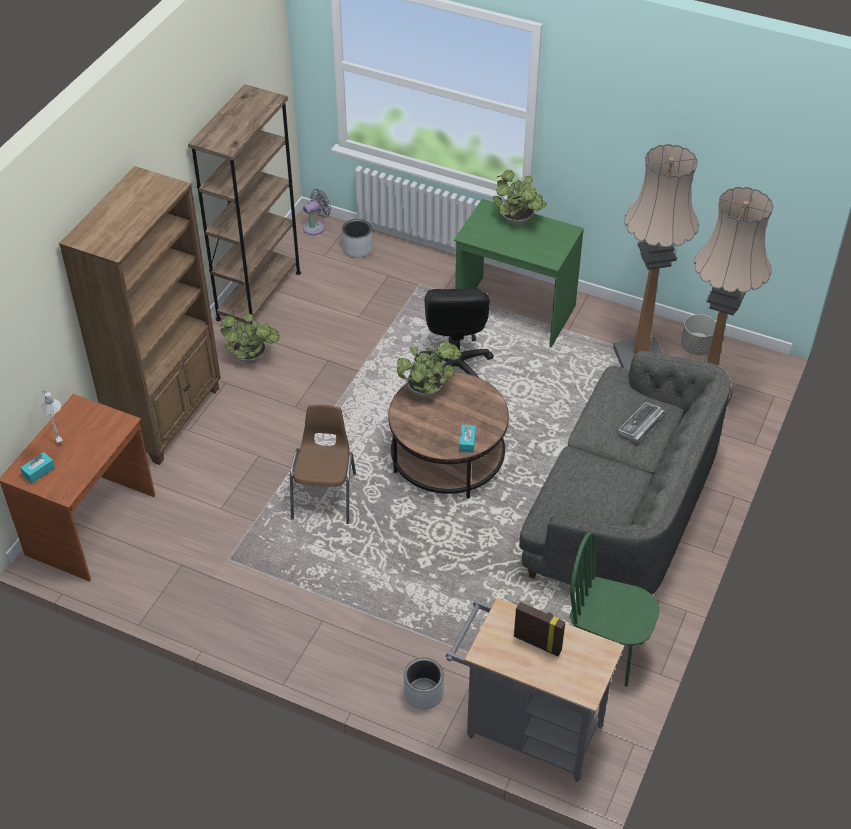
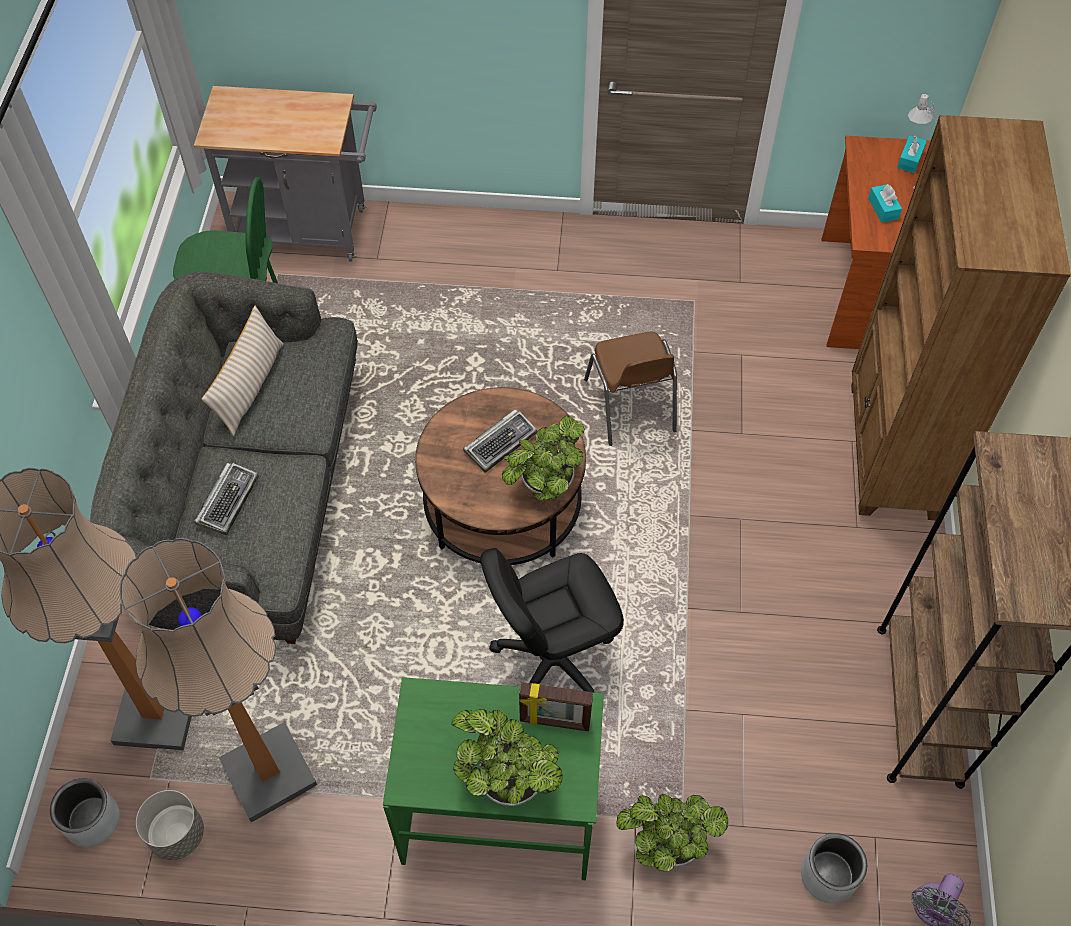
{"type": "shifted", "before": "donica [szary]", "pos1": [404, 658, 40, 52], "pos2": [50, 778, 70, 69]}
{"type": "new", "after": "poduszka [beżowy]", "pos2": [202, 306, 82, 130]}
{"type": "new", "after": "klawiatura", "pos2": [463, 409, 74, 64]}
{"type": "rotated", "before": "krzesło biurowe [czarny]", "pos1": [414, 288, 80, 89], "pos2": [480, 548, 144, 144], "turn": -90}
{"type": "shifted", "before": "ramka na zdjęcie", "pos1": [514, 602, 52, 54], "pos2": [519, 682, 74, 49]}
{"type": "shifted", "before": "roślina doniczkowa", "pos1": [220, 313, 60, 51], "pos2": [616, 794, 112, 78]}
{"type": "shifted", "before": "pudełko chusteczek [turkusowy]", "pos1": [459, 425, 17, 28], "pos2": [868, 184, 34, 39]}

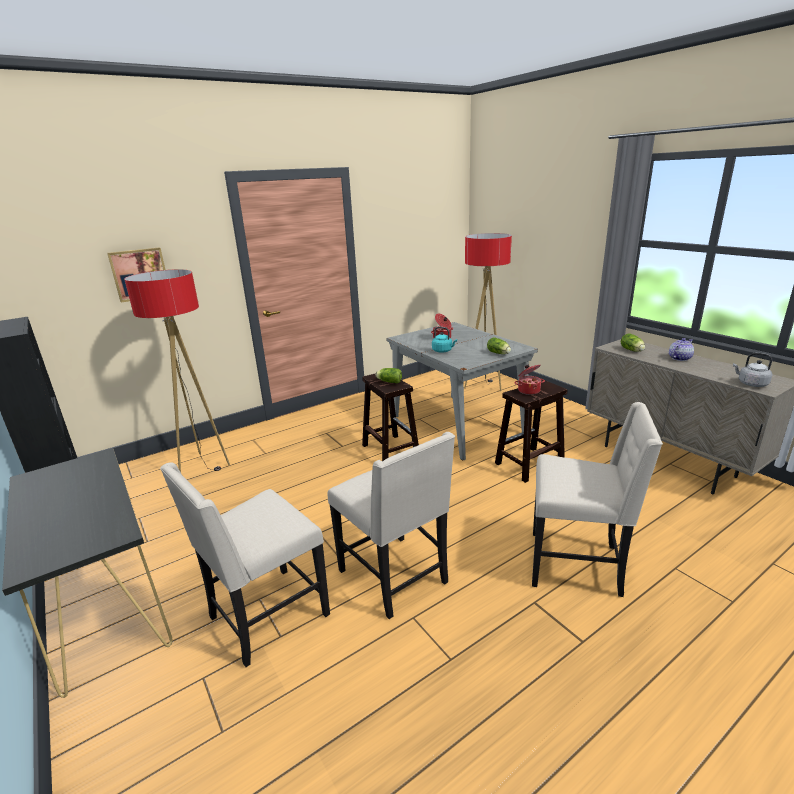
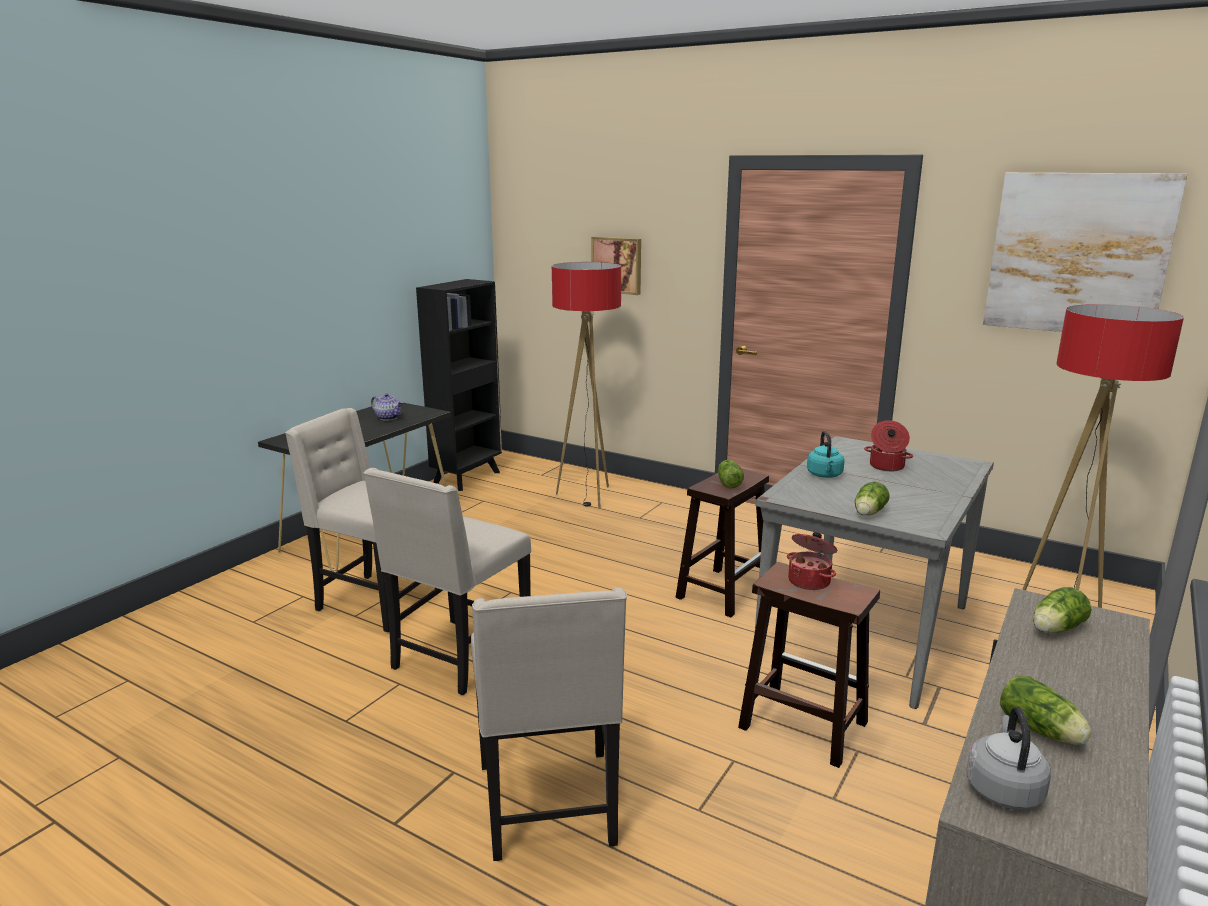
{"type": "shifted", "before": "imbryk", "pos1": [669, 338, 25, 23], "pos2": [371, 393, 33, 28]}
{"type": "new", "after": "obraz", "pos2": [983, 173, 205, 159]}
{"type": "new", "after": "sałata", "pos2": [1000, 675, 92, 70]}

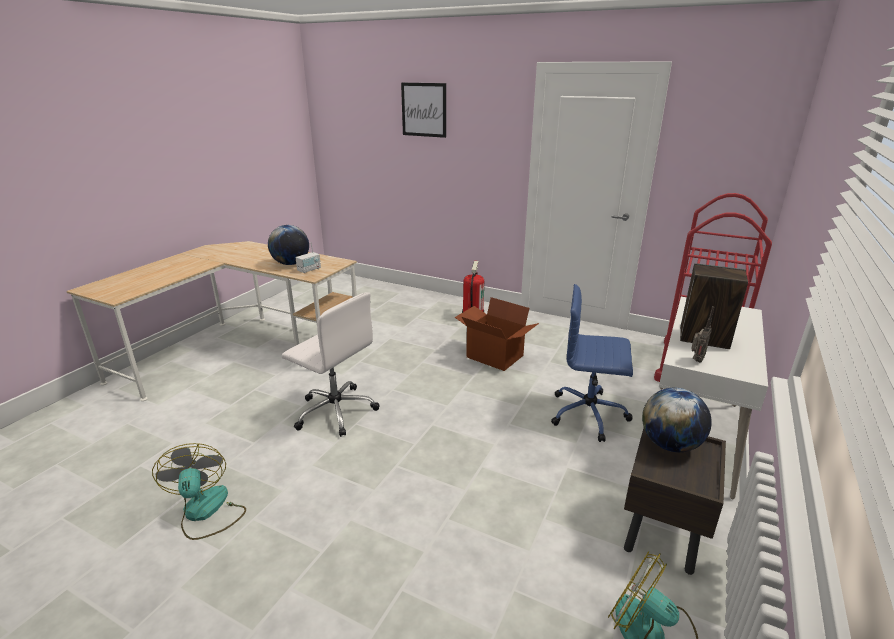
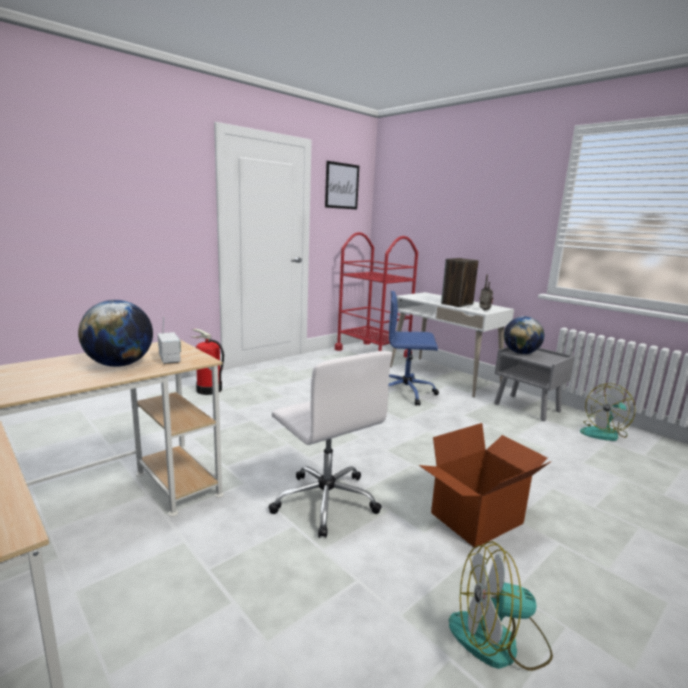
{"type": "rotated", "before": "krzesło biurowe [biały]", "pos1": [282, 292, 97, 145], "pos2": [268, 351, 124, 187], "turn": 90}
{"type": "shifted", "before": "obraz", "pos1": [401, 83, 45, 55], "pos2": [325, 161, 34, 48]}
{"type": "rotated", "before": "krzesło biurowe [niebieski]", "pos1": [551, 284, 82, 158], "pos2": [389, 291, 50, 115], "turn": 60}
{"type": "shifted", "before": "karton", "pos1": [455, 297, 84, 74], "pos2": [419, 423, 132, 125]}
{"type": "repainted", "before": "szafka nocna [brązowy]", "after": "szafka nocna [szary]", "pos1": [624, 428, 102, 147], "pos2": [494, 347, 81, 74]}

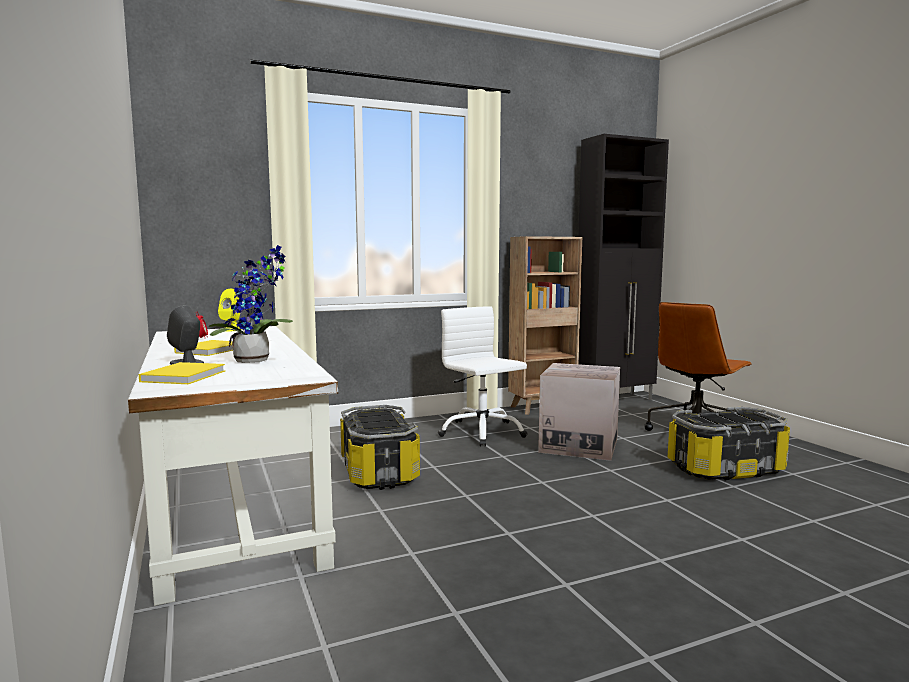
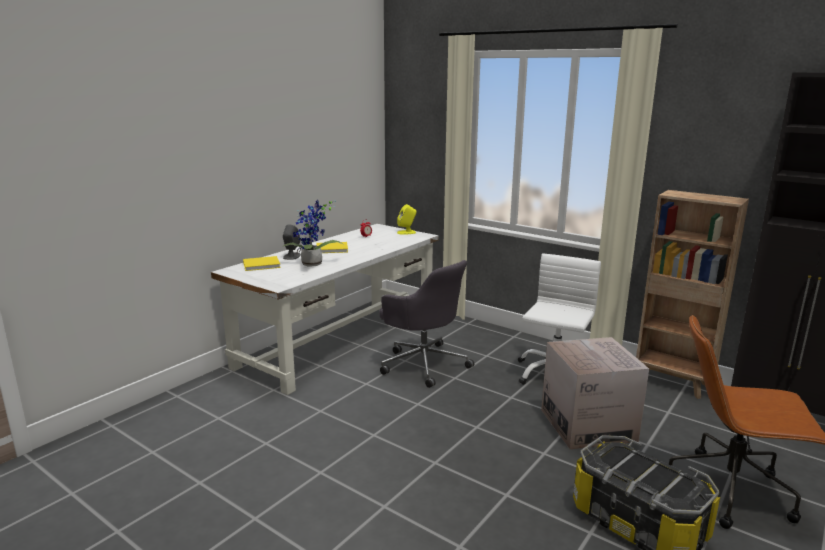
{"type": "swapped", "before": "pojemnik do przechowywania", "after": "krzesło biurowe [szary]", "pos1": [340, 405, 80, 85], "pos2": [379, 260, 95, 128]}

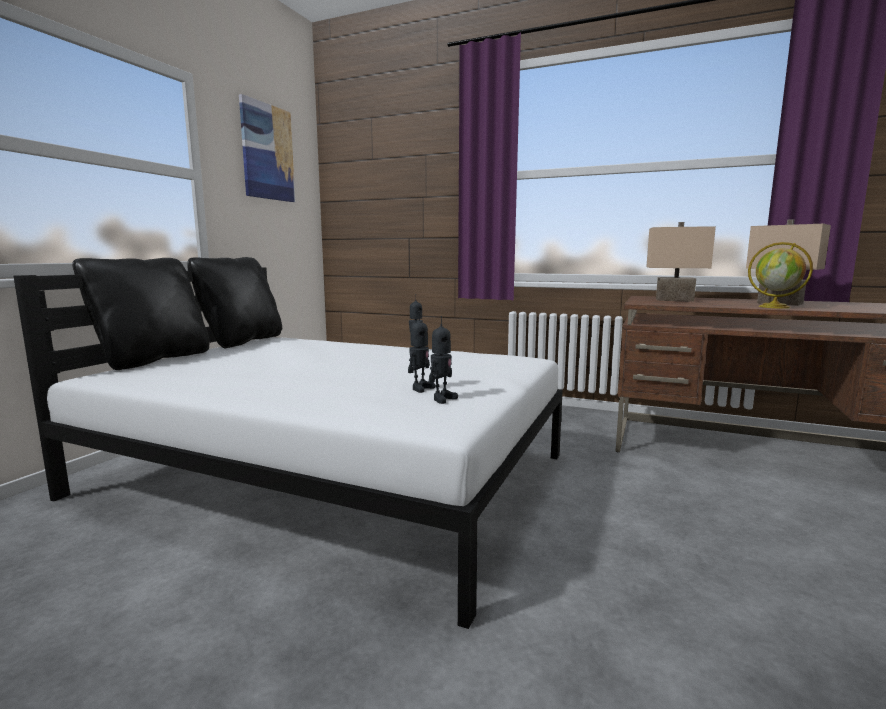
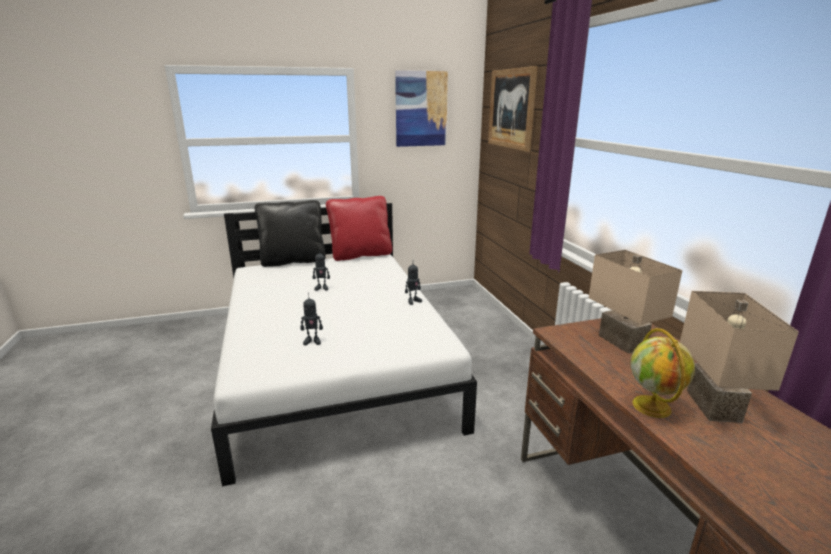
{"type": "shifted", "before": "robot zabawkowy", "pos1": [429, 316, 29, 88], "pos2": [313, 252, 17, 39]}
{"type": "repainted", "before": "poduszka [czarny]", "after": "poduszka [czerwony]", "pos1": [187, 257, 95, 92], "pos2": [326, 196, 66, 65]}
{"type": "new", "after": "obraz", "pos2": [488, 66, 50, 86]}

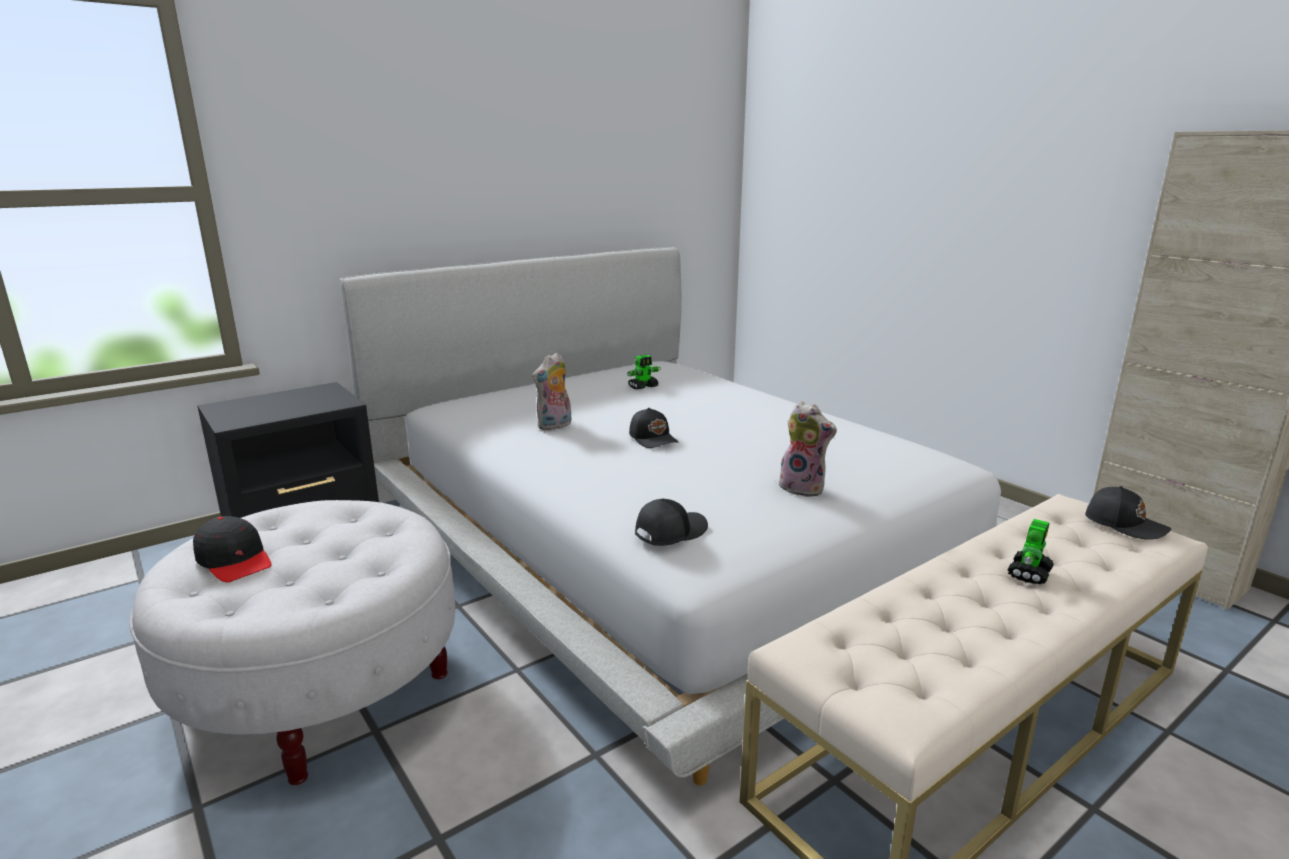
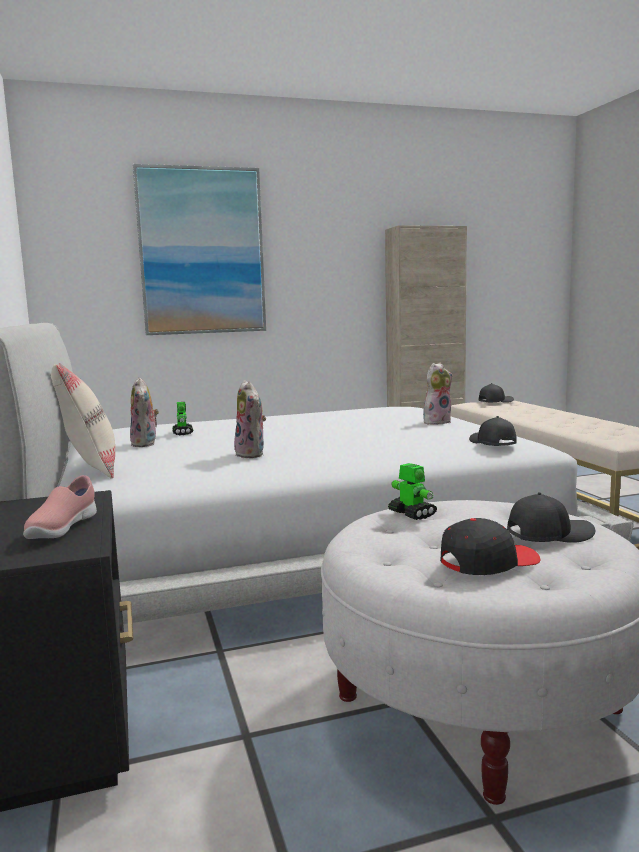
{"type": "new", "after": "but [różowy]", "pos2": [23, 475, 74, 64]}
{"type": "new", "after": "poduszka [beżowy]", "pos2": [51, 363, 64, 116]}
{"type": "new", "after": "pluszak", "pos2": [130, 377, 29, 70]}
{"type": "new", "after": "obraz", "pos2": [133, 164, 133, 171]}
{"type": "shifted", "before": "robot zabawkowy", "pos1": [1008, 519, 46, 65], "pos2": [388, 463, 49, 57]}
{"type": "shifted", "before": "czapka z daszkiem [czarny]", "pos1": [629, 408, 50, 40], "pos2": [507, 492, 88, 51]}

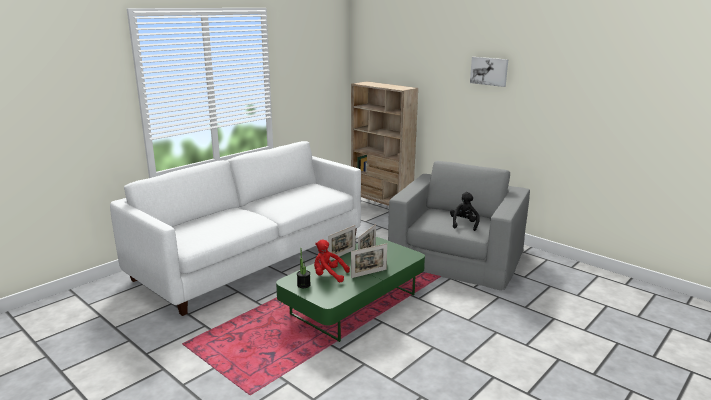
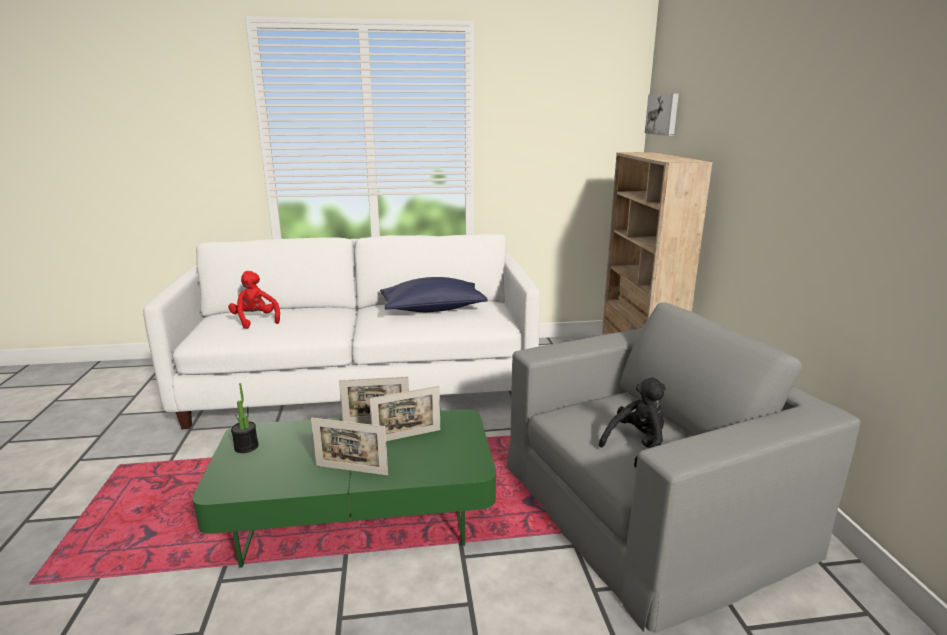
{"type": "shifted", "before": "pluszak [czerwony]", "pos1": [314, 240, 36, 42], "pos2": [228, 271, 52, 58]}
{"type": "new", "after": "poduszka [niebieski]", "pos2": [380, 277, 108, 35]}
{"type": "shifted", "before": "obraz", "pos1": [470, 57, 38, 30], "pos2": [645, 93, 34, 43]}

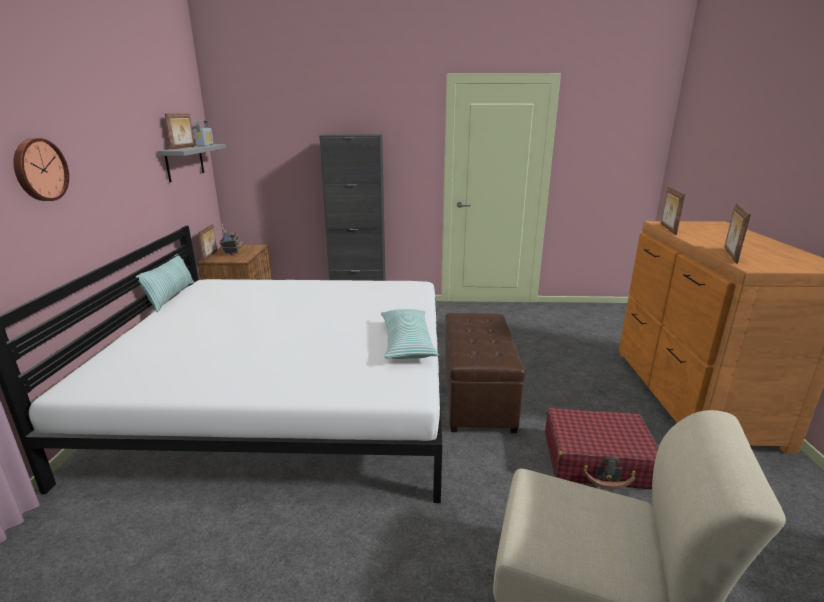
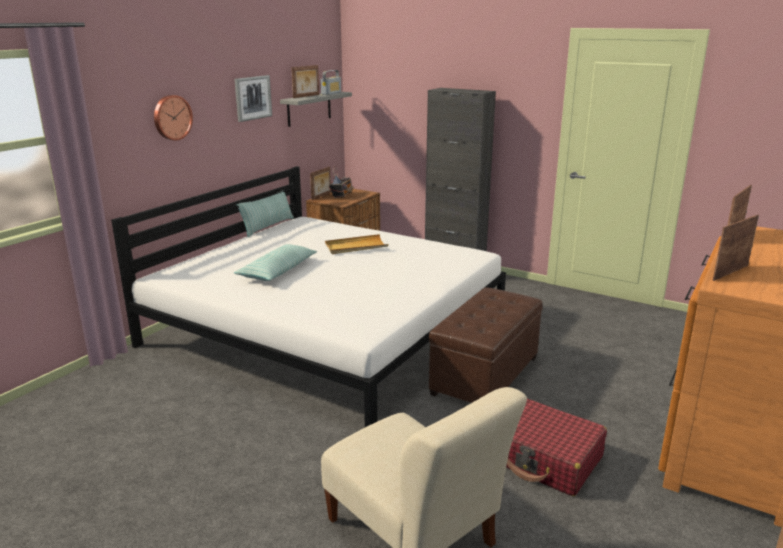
{"type": "new", "after": "obraz", "pos2": [234, 75, 38, 47]}
{"type": "shifted", "before": "poduszka", "pos1": [381, 309, 58, 50], "pos2": [234, 244, 83, 37]}
{"type": "new", "after": "taca [beżowy]", "pos2": [325, 234, 63, 20]}

